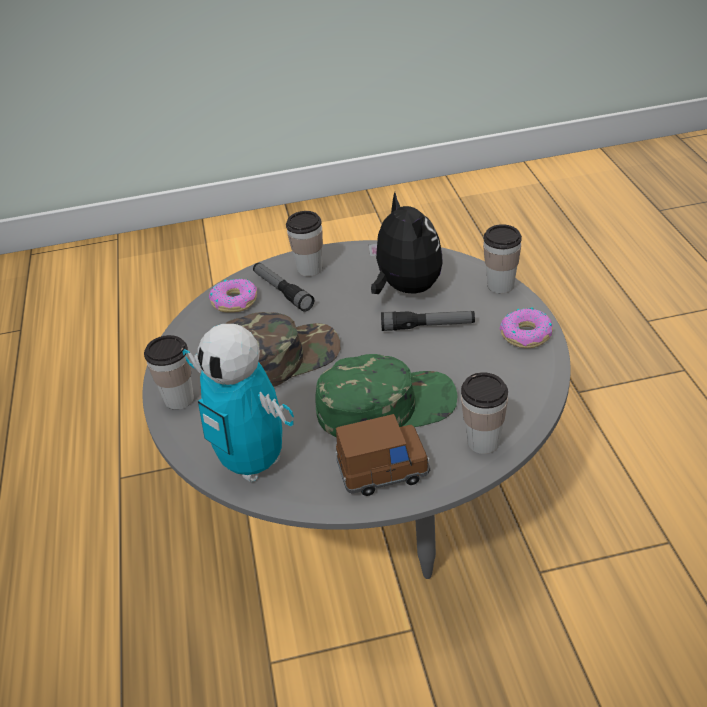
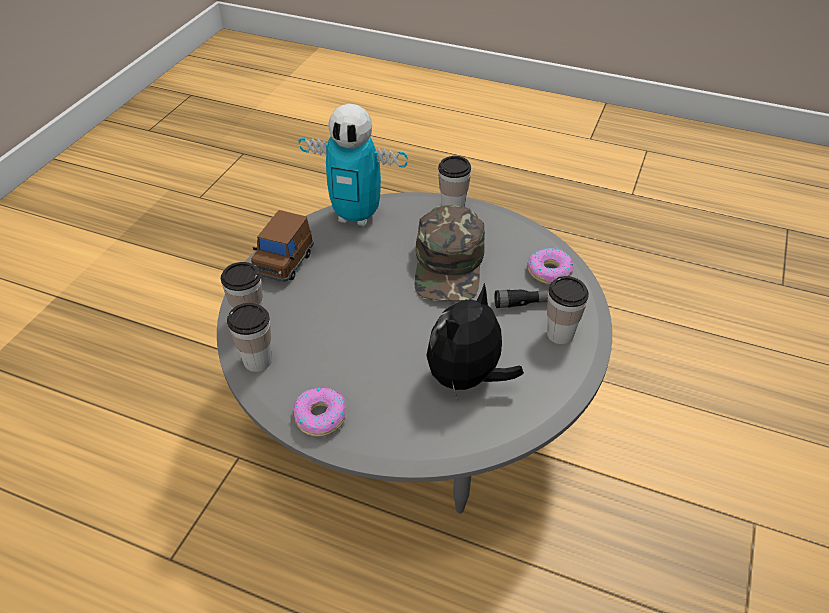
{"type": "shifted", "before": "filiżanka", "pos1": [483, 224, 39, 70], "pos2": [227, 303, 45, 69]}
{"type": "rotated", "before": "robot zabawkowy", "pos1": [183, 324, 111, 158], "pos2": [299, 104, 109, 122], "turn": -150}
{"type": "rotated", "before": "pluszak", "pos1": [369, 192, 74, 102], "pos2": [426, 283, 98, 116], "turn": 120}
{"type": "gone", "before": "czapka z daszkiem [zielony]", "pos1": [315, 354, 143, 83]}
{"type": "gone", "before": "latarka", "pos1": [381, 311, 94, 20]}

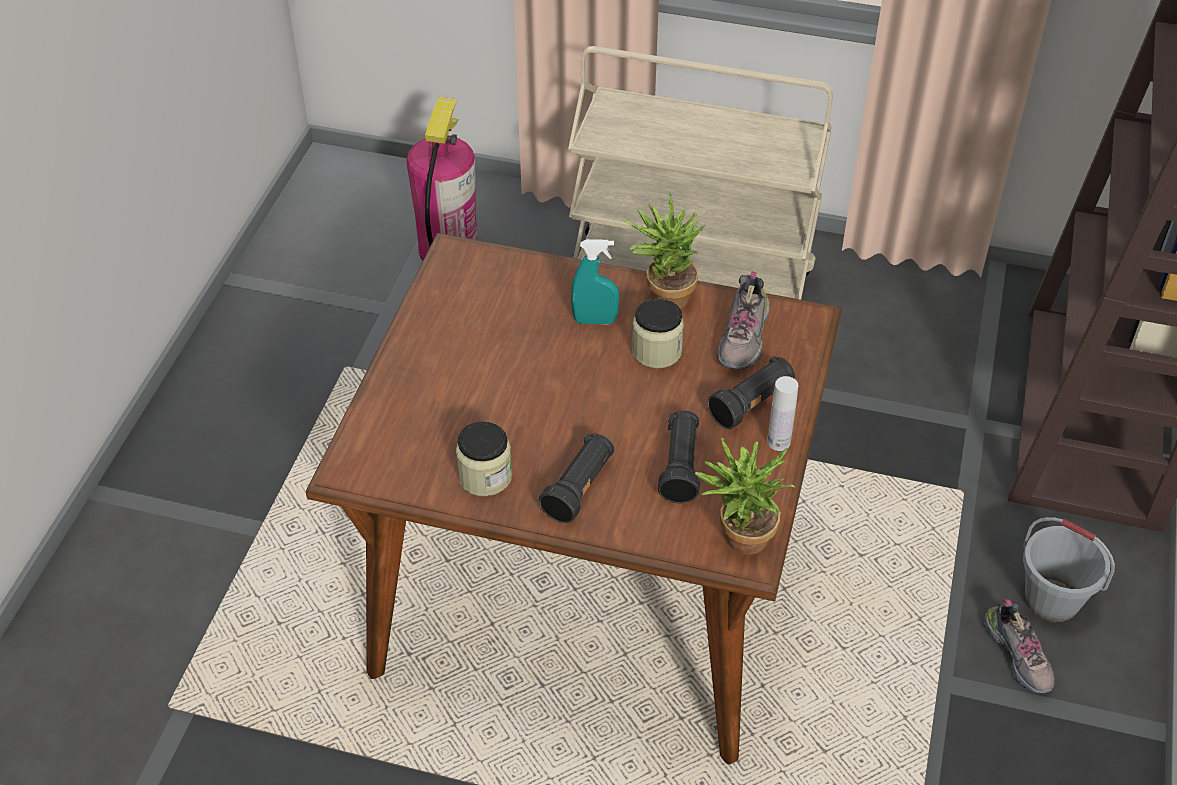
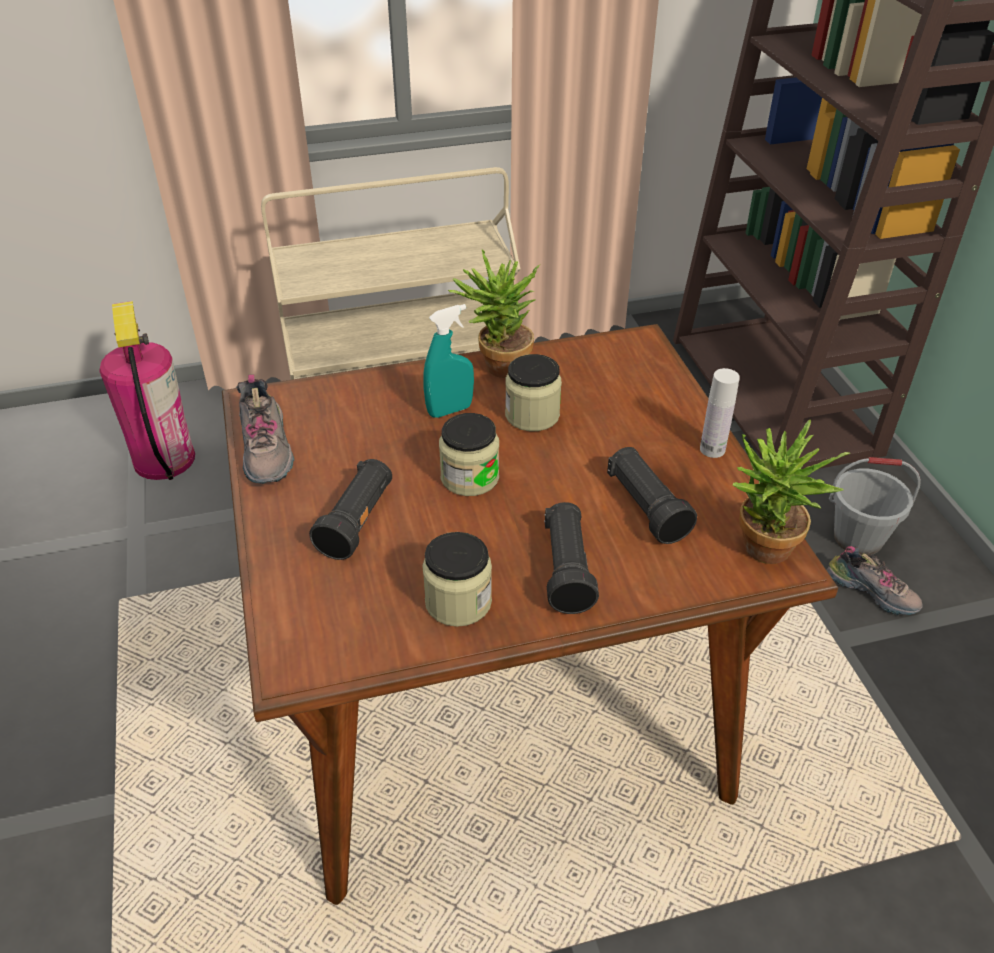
{"type": "shifted", "before": "but", "pos1": [717, 272, 53, 98], "pos2": [237, 375, 57, 109]}
{"type": "shifted", "before": "latarka [czarny]", "pos1": [708, 356, 87, 73], "pos2": [309, 459, 83, 101]}
{"type": "new", "after": "słoik", "pos2": [439, 413, 60, 83]}

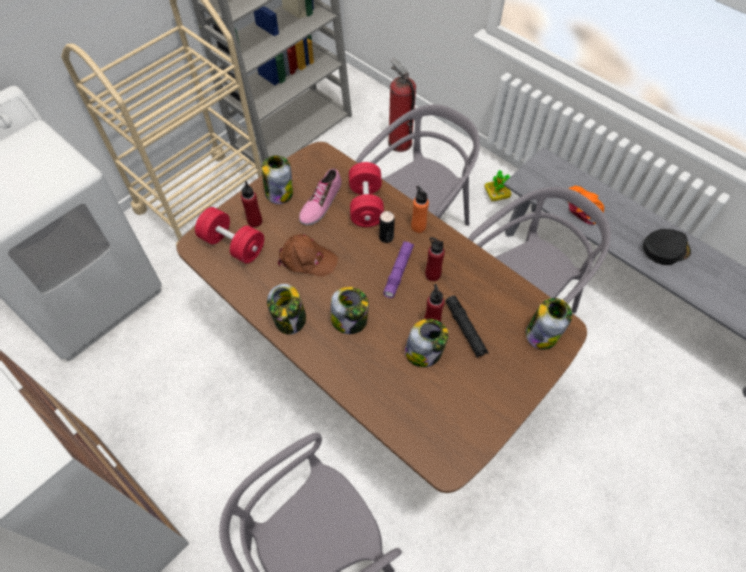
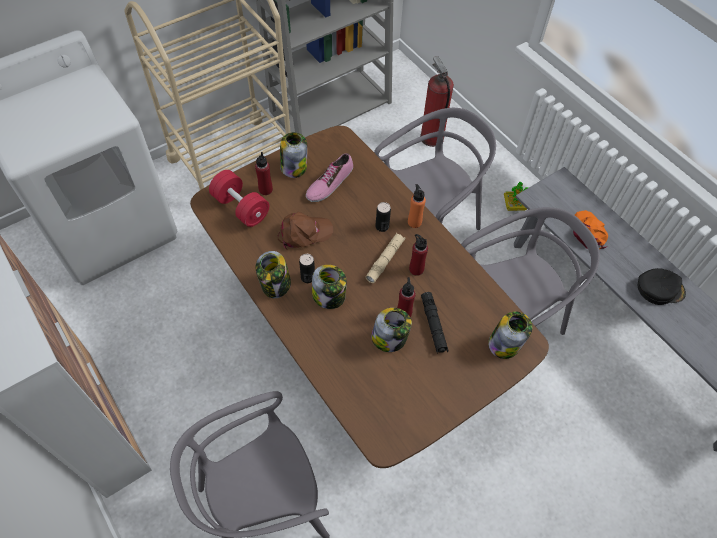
{"type": "rotated", "before": "czapka z daszkiem [brązowy]", "pos1": [278, 234, 60, 43], "pos2": [278, 212, 55, 38], "turn": -45}
{"type": "new", "after": "puszka", "pos2": [299, 254, 16, 29]}
{"type": "repainted", "before": "latarka [fioletowy]", "after": "latarka [beżowy]", "pos1": [383, 241, 31, 57], "pos2": [365, 233, 40, 50]}
{"type": "gone", "before": "hantel [czerwony]", "pos1": [349, 162, 35, 65]}

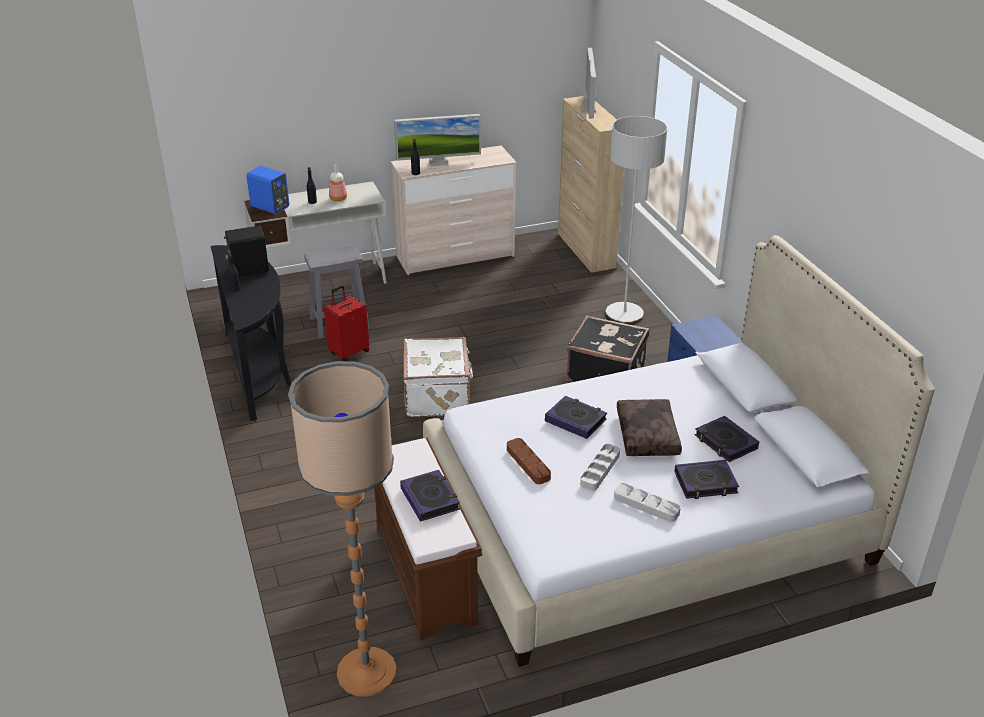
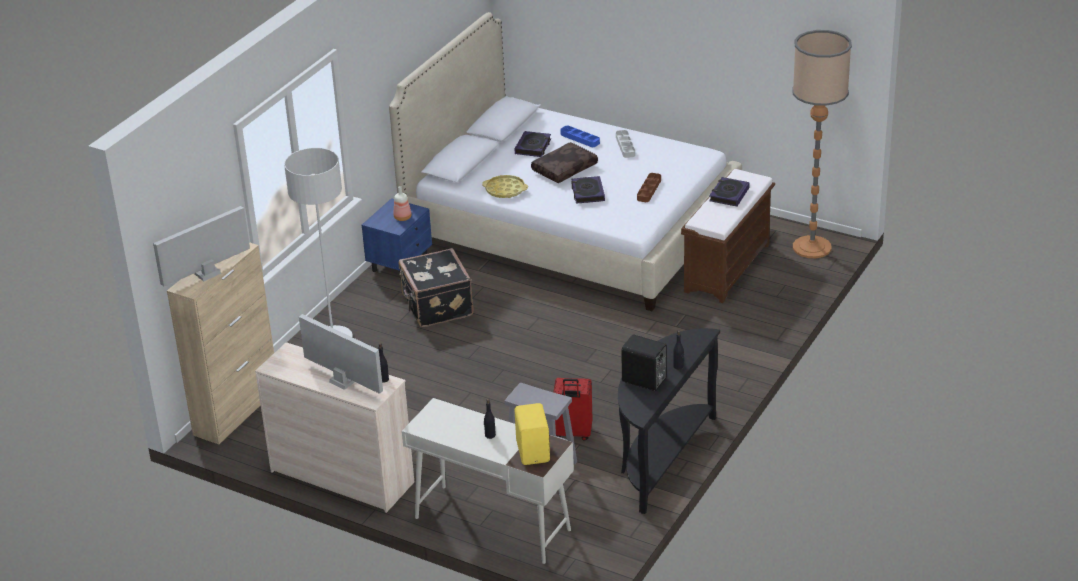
{"type": "shifted", "before": "butelka", "pos1": [329, 164, 18, 37], "pos2": [393, 186, 18, 35]}
{"type": "new", "after": "taca [żółty]", "pos2": [482, 175, 46, 23]}
{"type": "repainted", "before": "głośnik [niebieski]", "after": "głośnik [żółty]", "pos1": [247, 166, 42, 48], "pos2": [514, 403, 36, 62]}
{"type": "swapped", "before": "książka", "after": "taca [niebieski]", "pos1": [674, 460, 65, 39], "pos2": [560, 126, 40, 21]}
{"type": "gone", "before": "walizka [biały]", "pos1": [403, 337, 70, 80]}
{"type": "gone", "before": "taca [szary]", "pos1": [580, 444, 40, 47]}

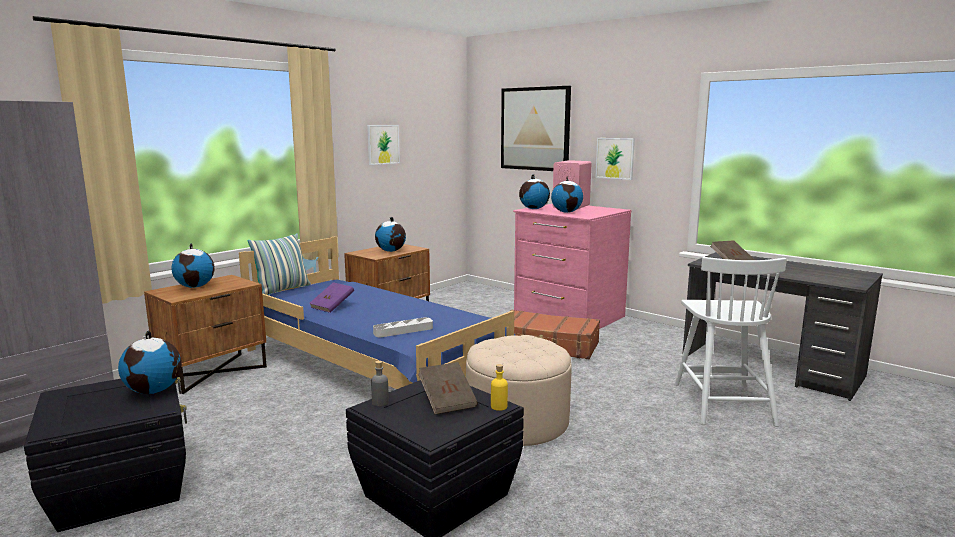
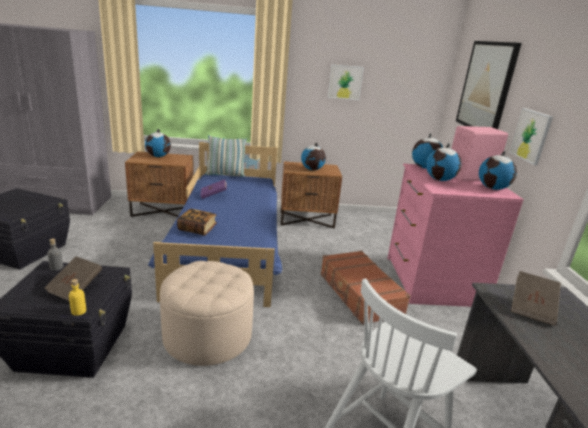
{"type": "swapped", "before": "taca [szary]", "after": "książka", "pos1": [373, 317, 60, 20], "pos2": [177, 209, 40, 27]}
{"type": "shifted", "before": "globus", "pos1": [118, 331, 63, 63], "pos2": [479, 151, 38, 39]}

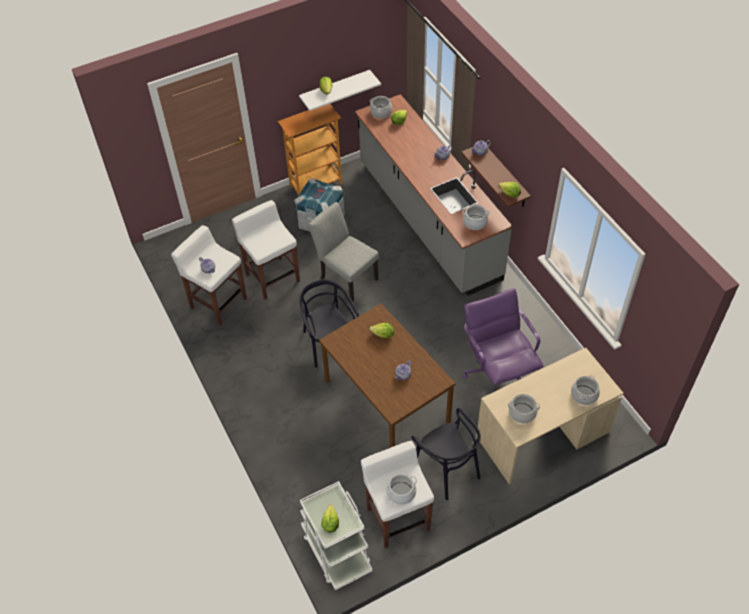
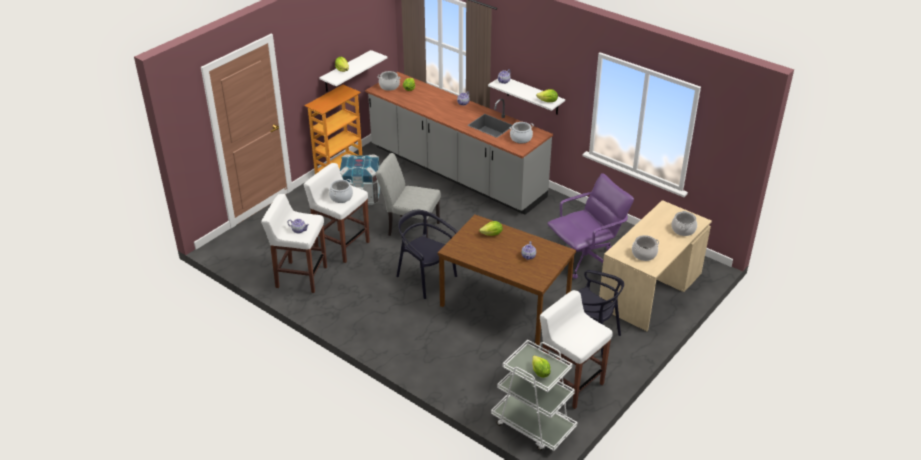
{"type": "shifted", "before": "garnek", "pos1": [385, 473, 32, 32], "pos2": [329, 179, 24, 24]}
{"type": "repainted", "before": "półka [brązowy]", "after": "półka [biały]", "pos1": [461, 148, 70, 59], "pos2": [488, 78, 77, 37]}
{"type": "rotated", "before": "krzesło biurowe [fioletowy]", "pos1": [462, 288, 81, 104], "pos2": [547, 173, 87, 106], "turn": 105}

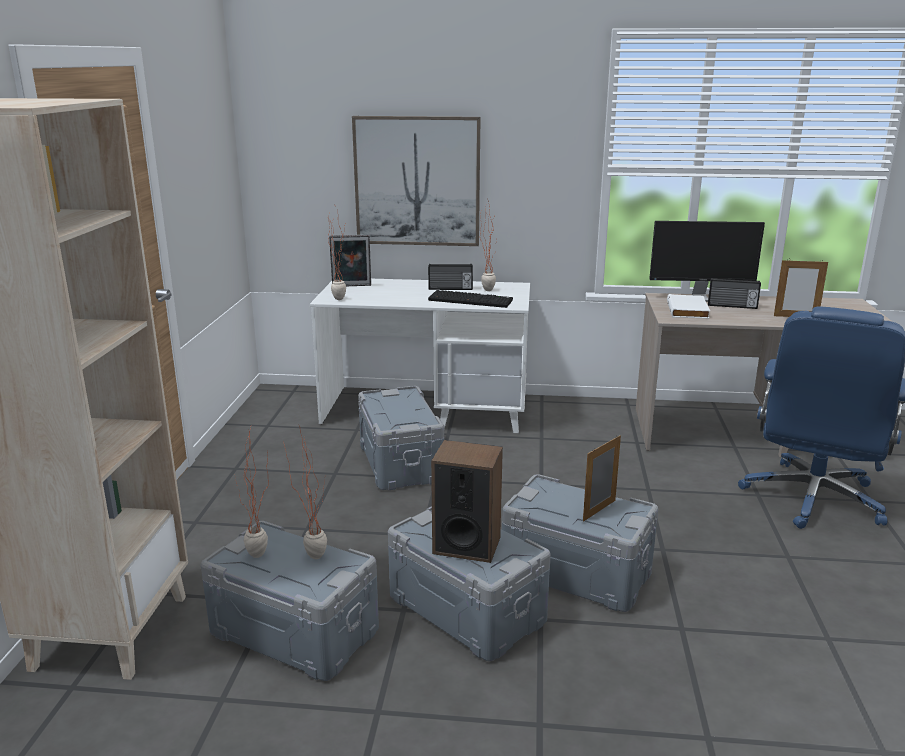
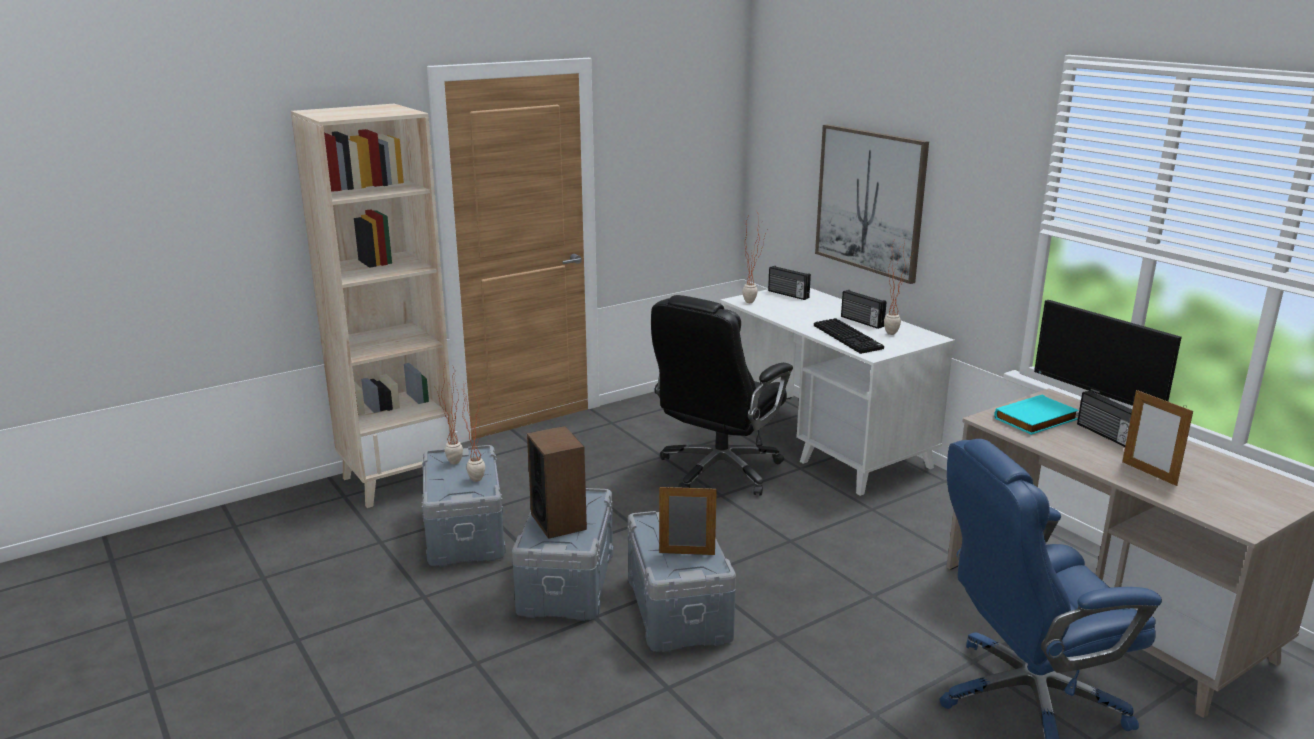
{"type": "swapped", "before": "pojemnik do przechowywania [szary]", "after": "krzesło biurowe [czarny]", "pos1": [358, 386, 86, 104], "pos2": [651, 295, 142, 201]}
{"type": "swapped", "before": "ramka na zdjęcie", "after": "radio", "pos1": [329, 235, 42, 51], "pos2": [768, 266, 43, 34]}
{"type": "repainted", "before": "książka [biały]", "after": "książka [turkusowy]", "pos1": [667, 294, 43, 25], "pos2": [994, 395, 85, 40]}

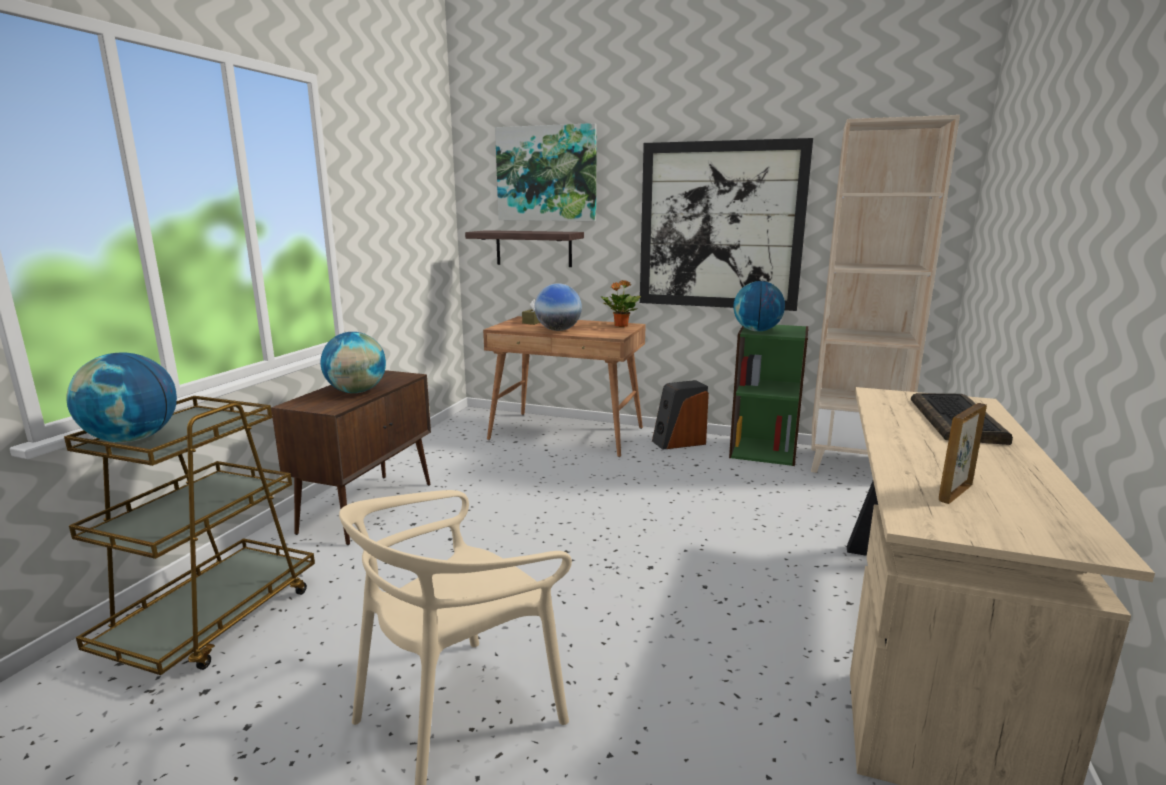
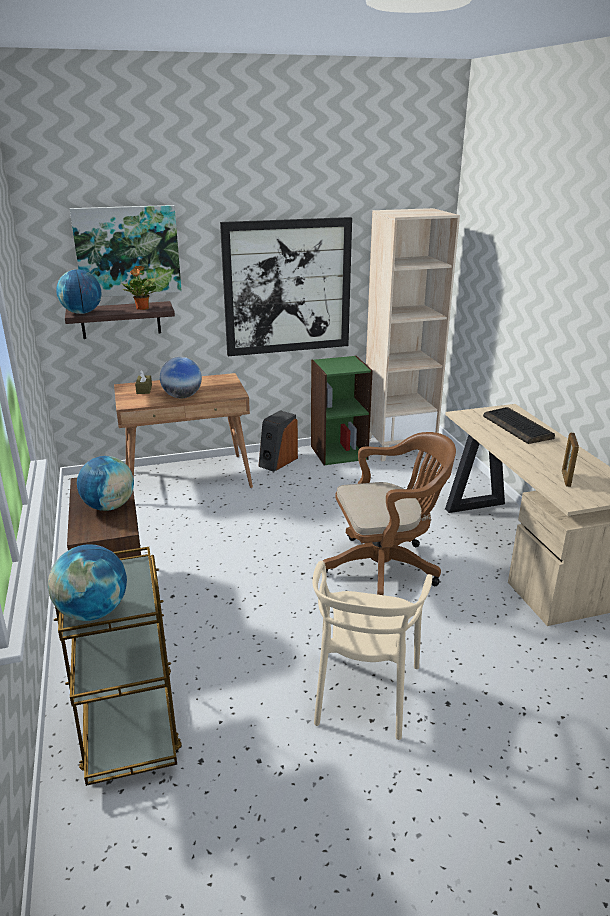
{"type": "shifted", "before": "globus", "pos1": [733, 281, 52, 50], "pos2": [56, 270, 45, 44]}
{"type": "shifted", "before": "roślina doniczkowa", "pos1": [600, 280, 41, 47], "pos2": [122, 265, 34, 45]}
{"type": "new", "after": "krzesło biurowe [brązowy]", "pos2": [323, 432, 133, 163]}

